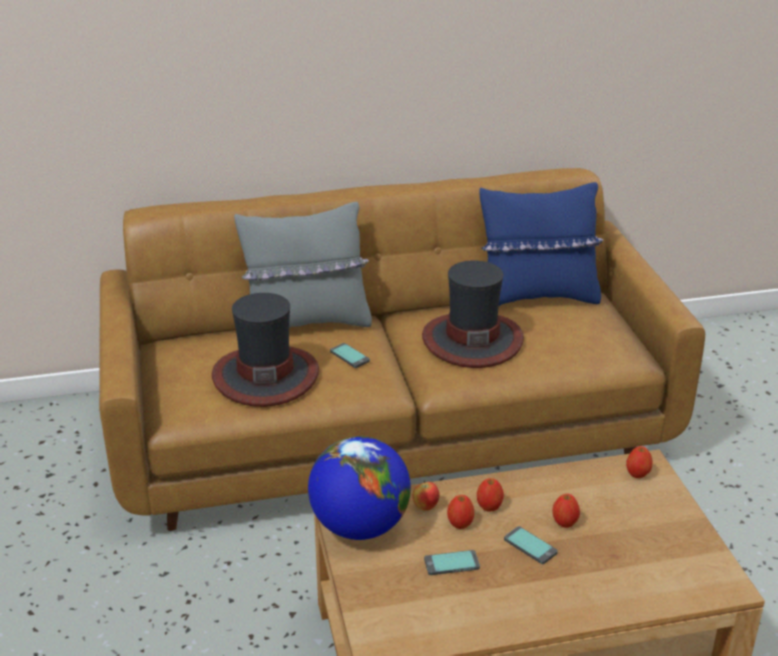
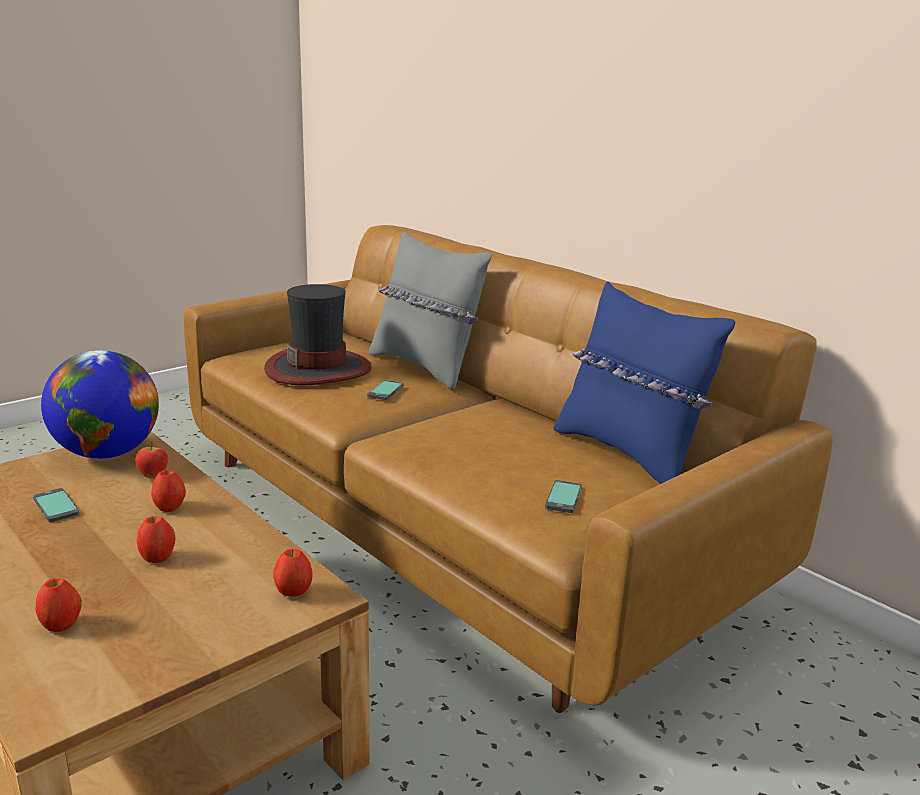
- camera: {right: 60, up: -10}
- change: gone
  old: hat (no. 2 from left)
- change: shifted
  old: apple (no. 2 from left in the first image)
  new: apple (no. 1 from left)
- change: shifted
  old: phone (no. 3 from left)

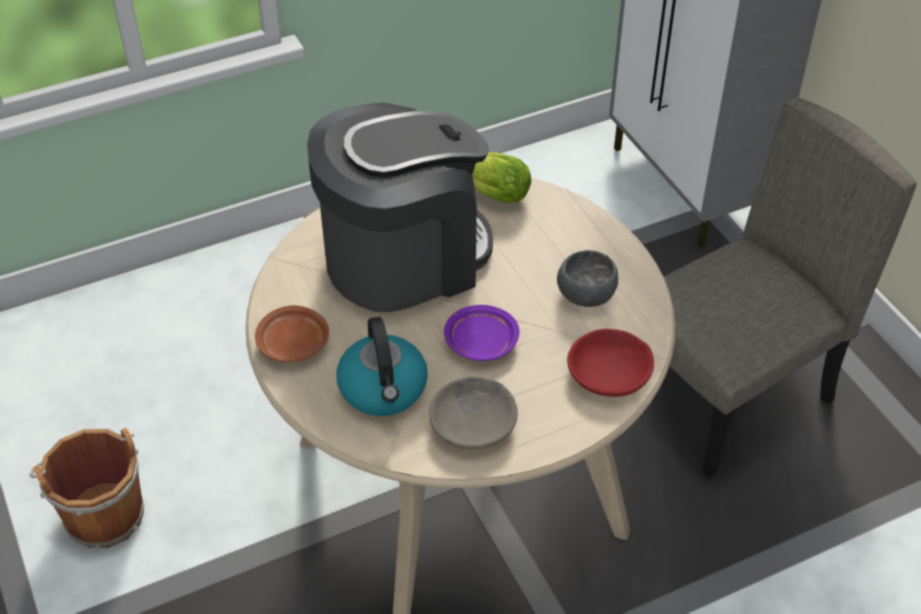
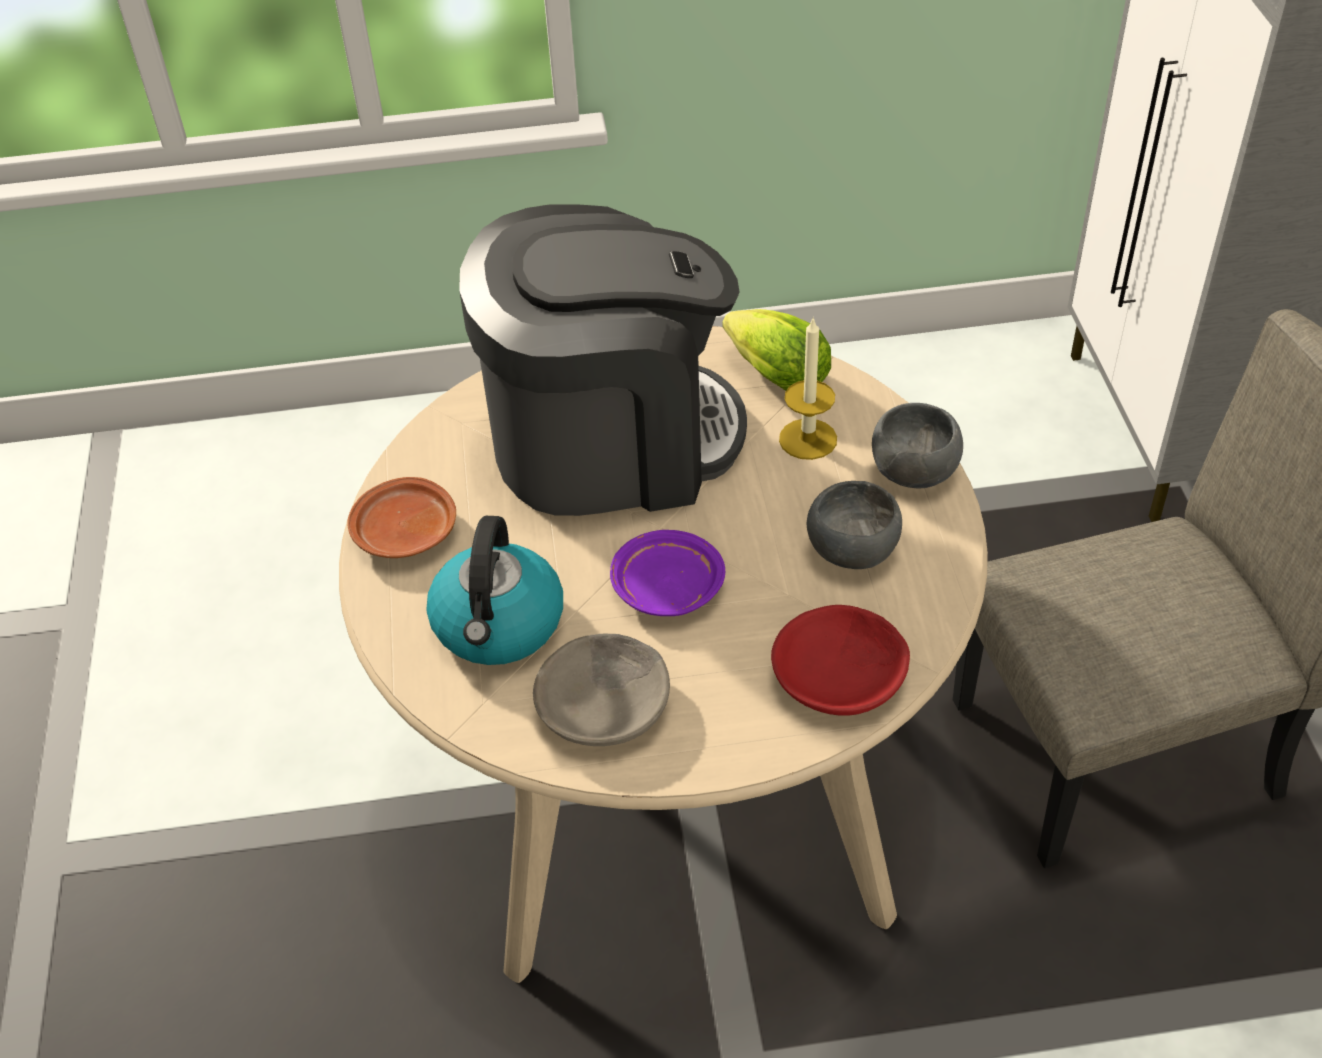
- camera: {right: 20, up: 0}
- change: gone
  old: brown bucket
- change: new
  new: candle
- change: new
  new: grey bowl (no. 3 from left)

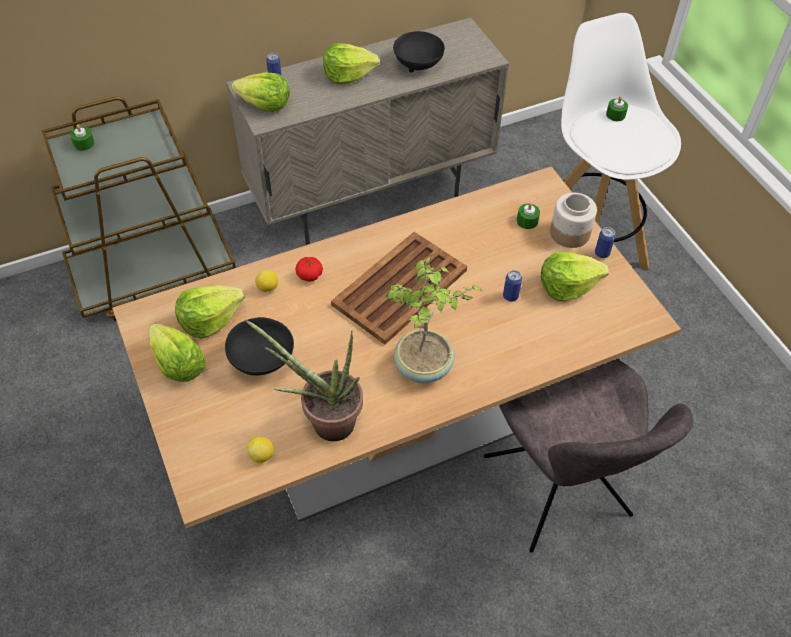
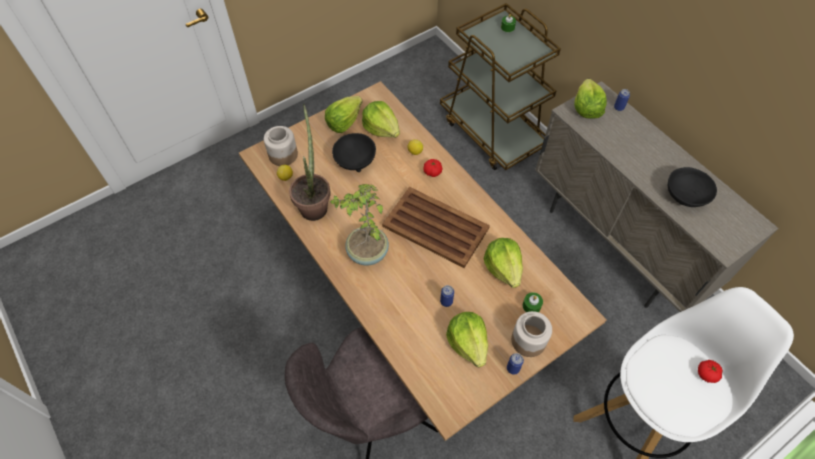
- camera: {right: 80, up: 5}
- change: new
  new: jar (no. 1 from left)
- change: shifted
  old: lettuce (no. 4 from left)
- change: swapped
  old: green candle (no. 3 from left)
  new: tomato (no. 2 from left)

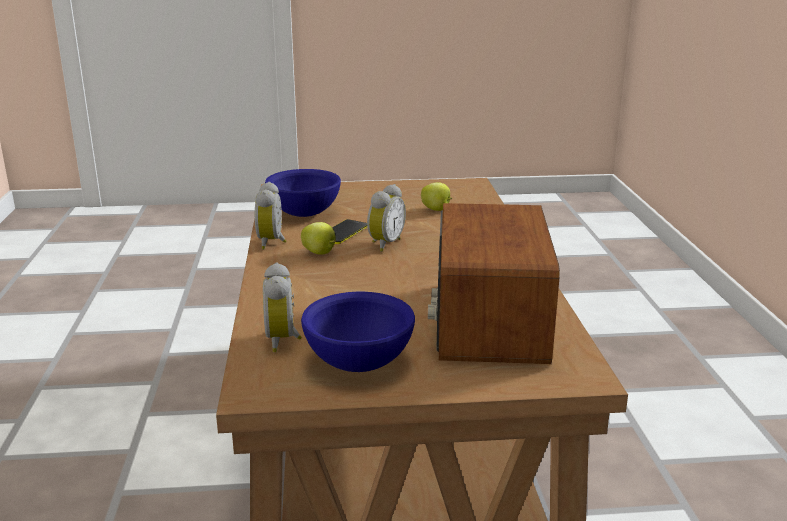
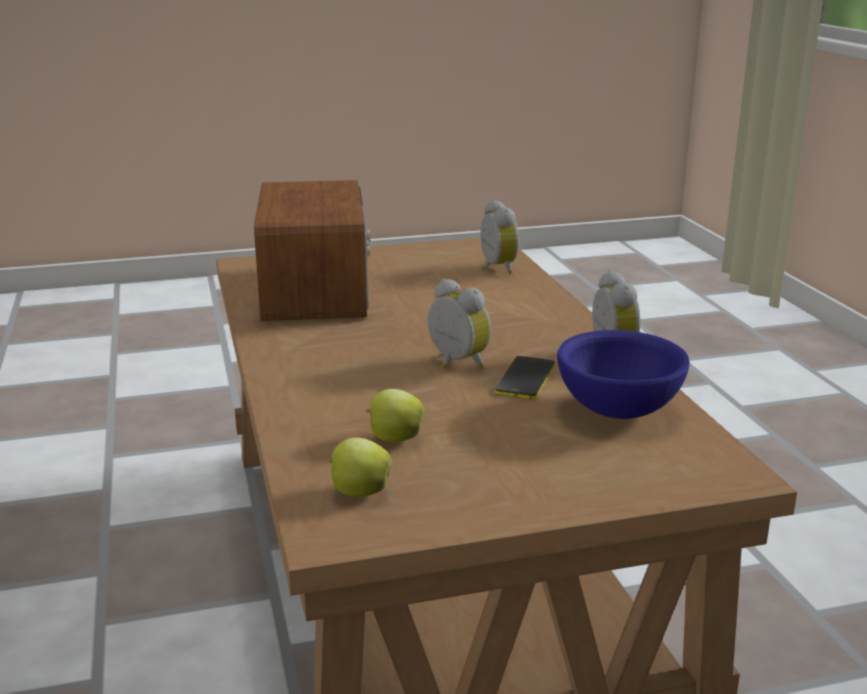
- camera: {right: 170, up: 0}
- change: gone
  old: blue bowl (no. 2 from left)
- change: shifted
  old: apple (no. 1 from left)
- change: rotated
  old: alarm clock (no. 3 from left in the first image)
  degrees: 120

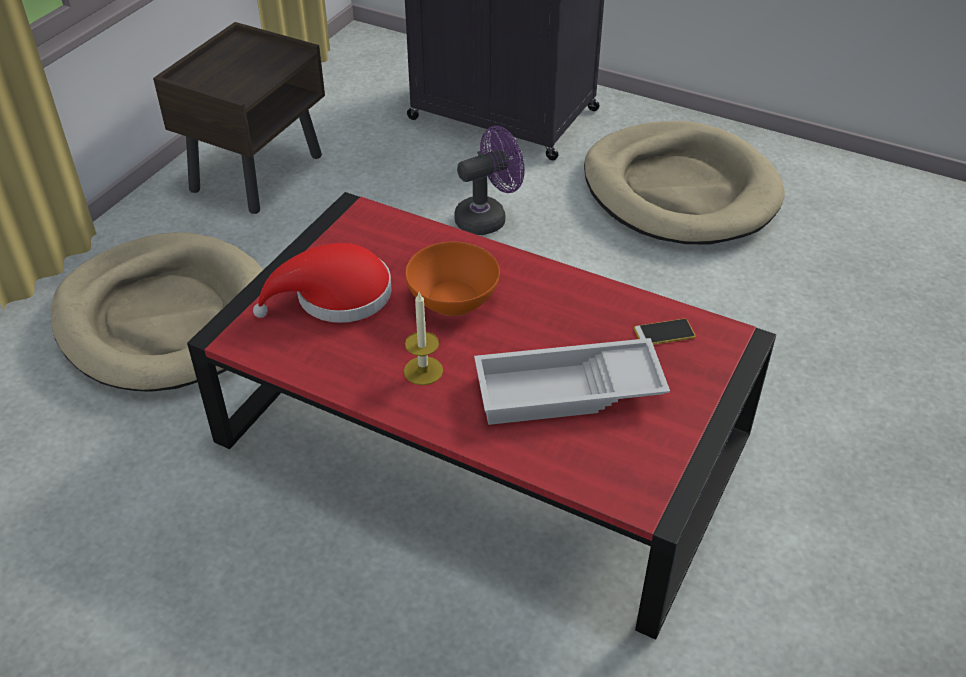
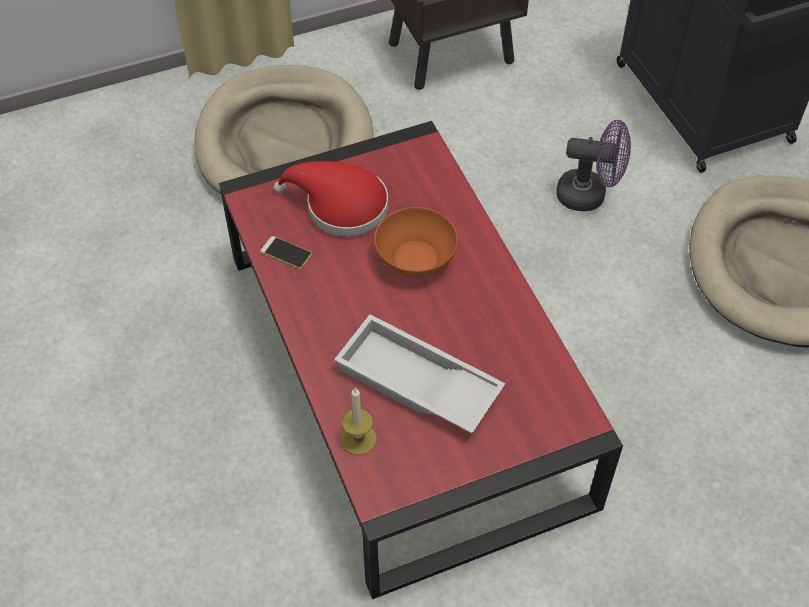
- camera: {right: 40, up: 10}
- change: shifted
  old: candle
- change: shifted
  old: phone

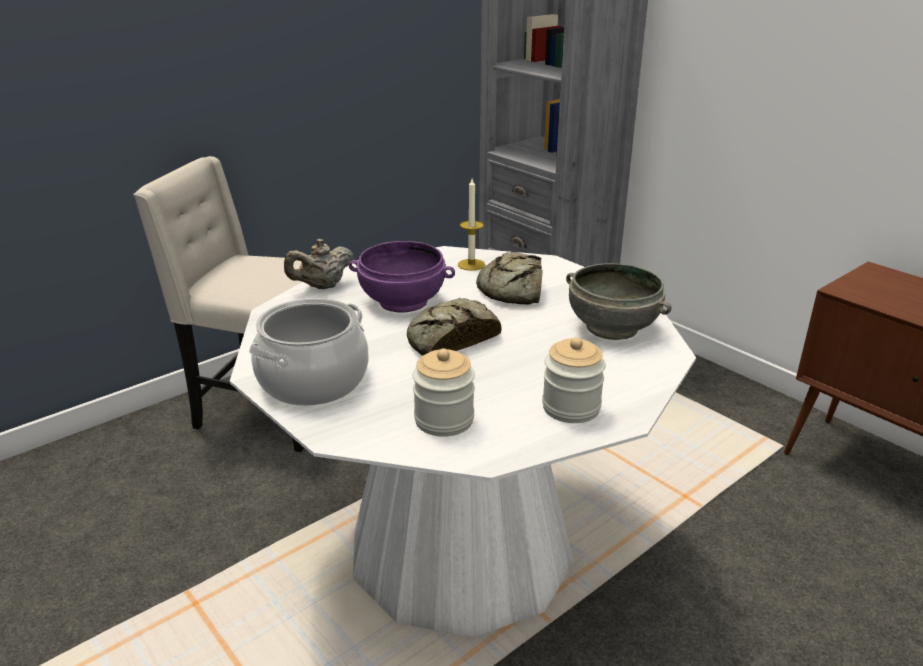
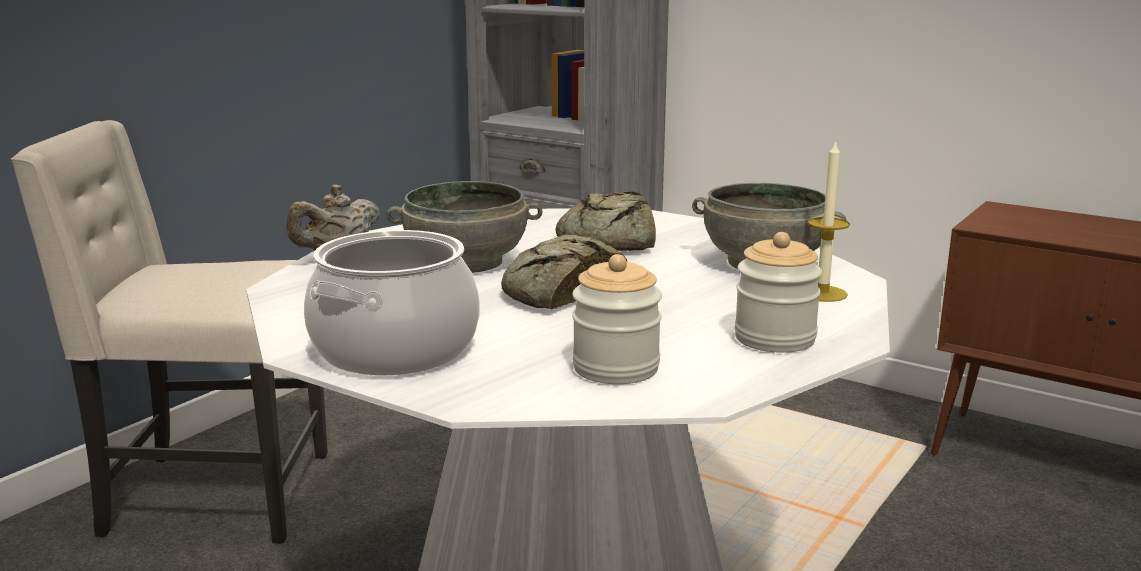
- camera: {right: -15, up: -10}
- change: shifted
  old: candle
- change: repainted
  old: purple bowl
  new: grey bowl (no. 1 from left)

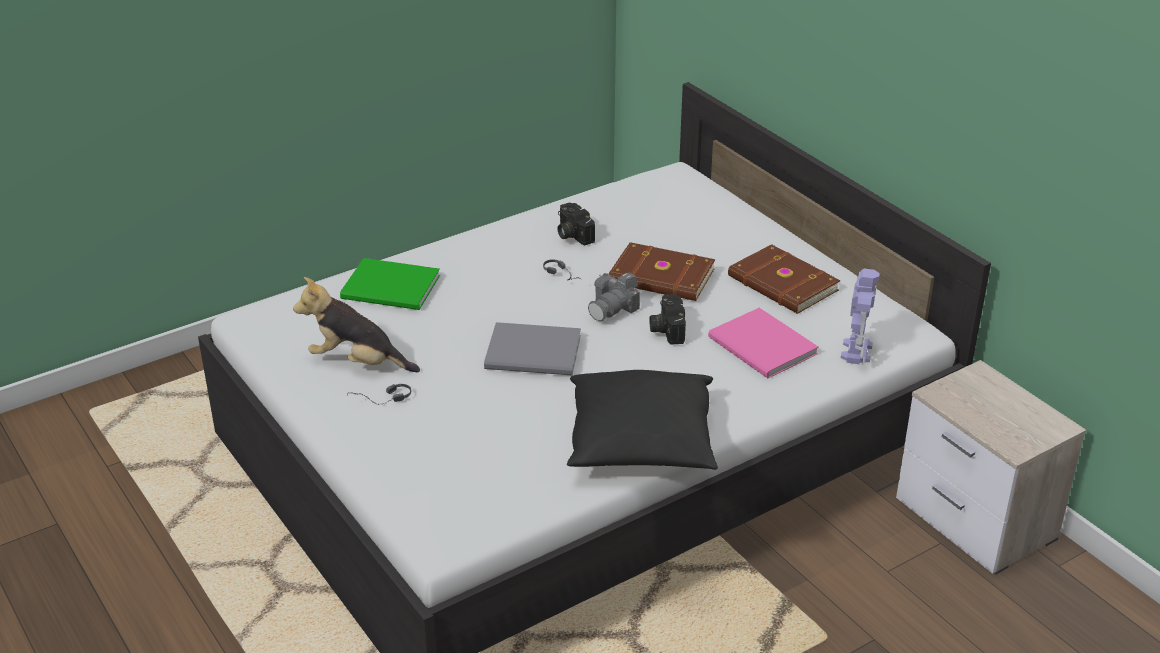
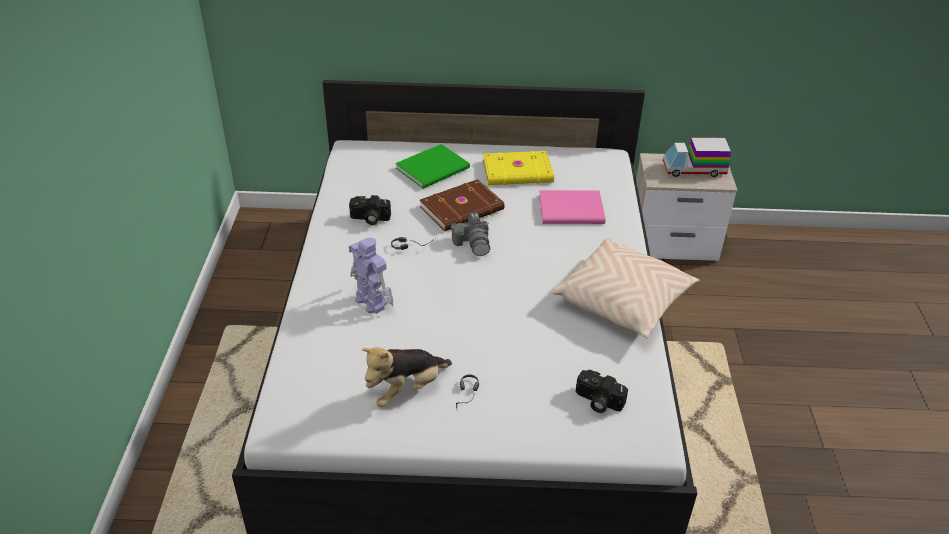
- camera: {right: -55, up: 5}
- change: gone
  old: grey book
- change: new
  new: toy truck
- change: shifted
  old: green book
- change: shifted
  old: photo camera (no. 3 from left)
- change: shifted
  old: toy robot
- change: repainted
  old: black pillow
  new: beige pillow
- change: repainted
  old: brown book (no. 2 from left)
  new: yellow book

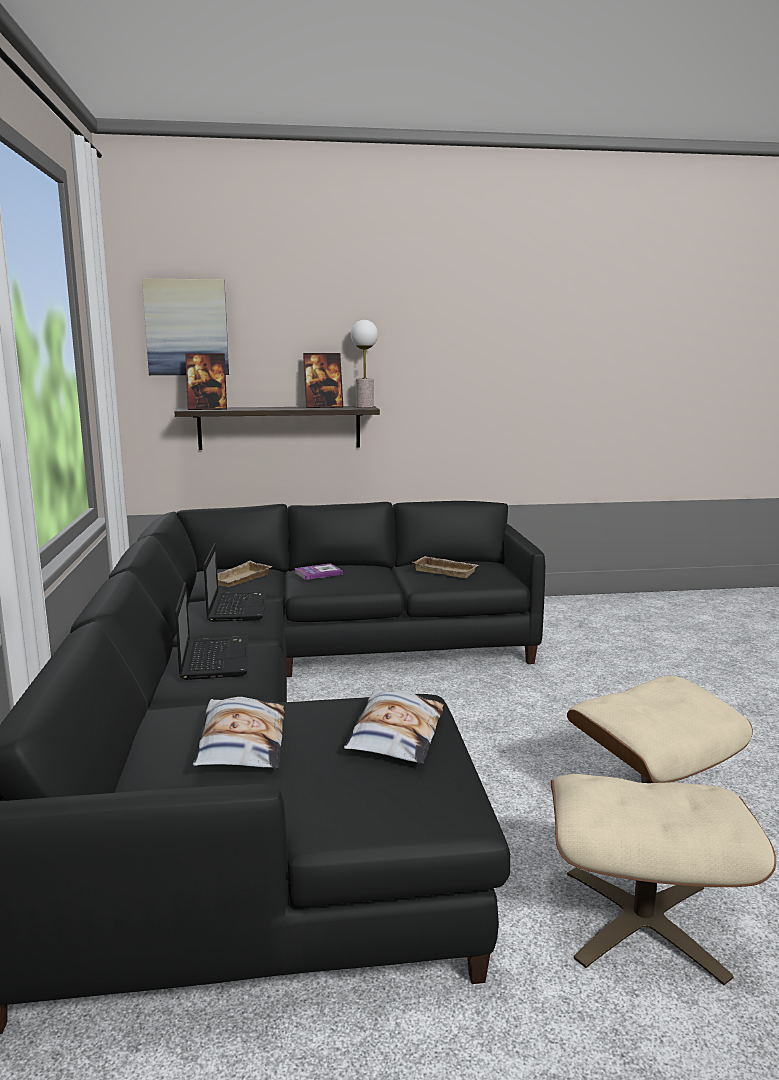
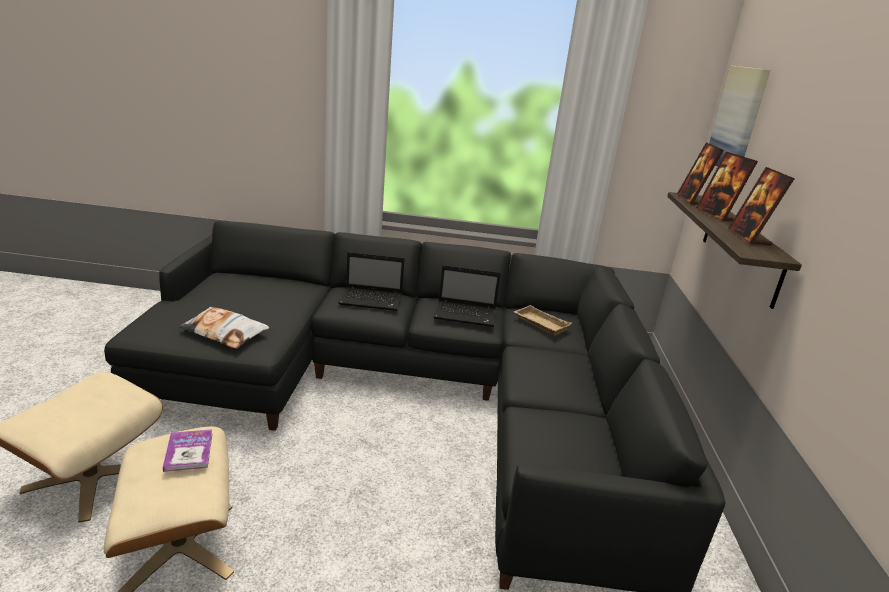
- camera: {right: 100, up: 10}
- change: gone
  old: pillow (no. 1 from left)
- change: gone
  old: table lamp
- change: gone
  old: beige tray (no. 2 from left)
- change: new
  new: picture frame (no. 2 from left)
- change: shifted
  old: book

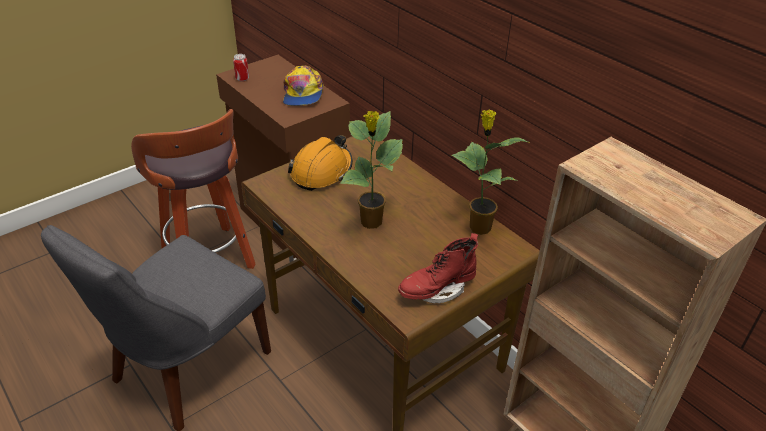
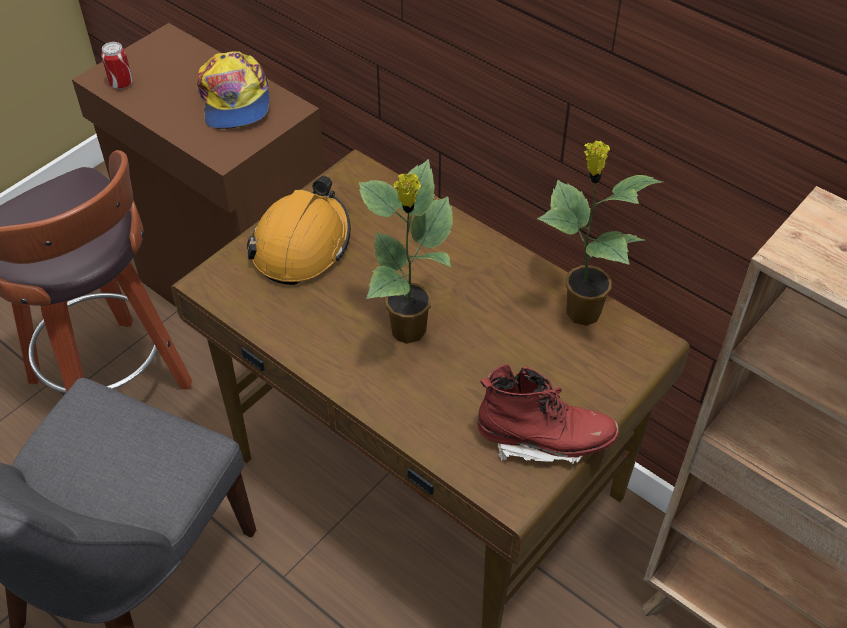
- camera: {right: -10, up: 10}
- change: rotated
  old: red boot
  degrees: -135

